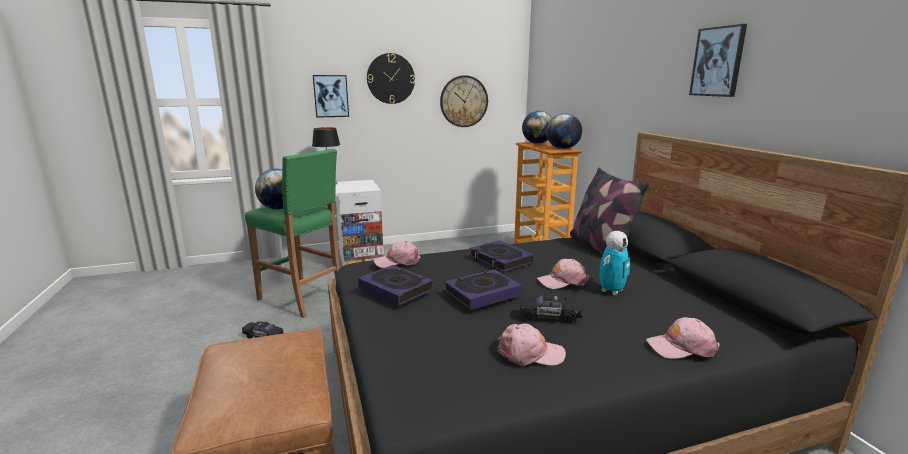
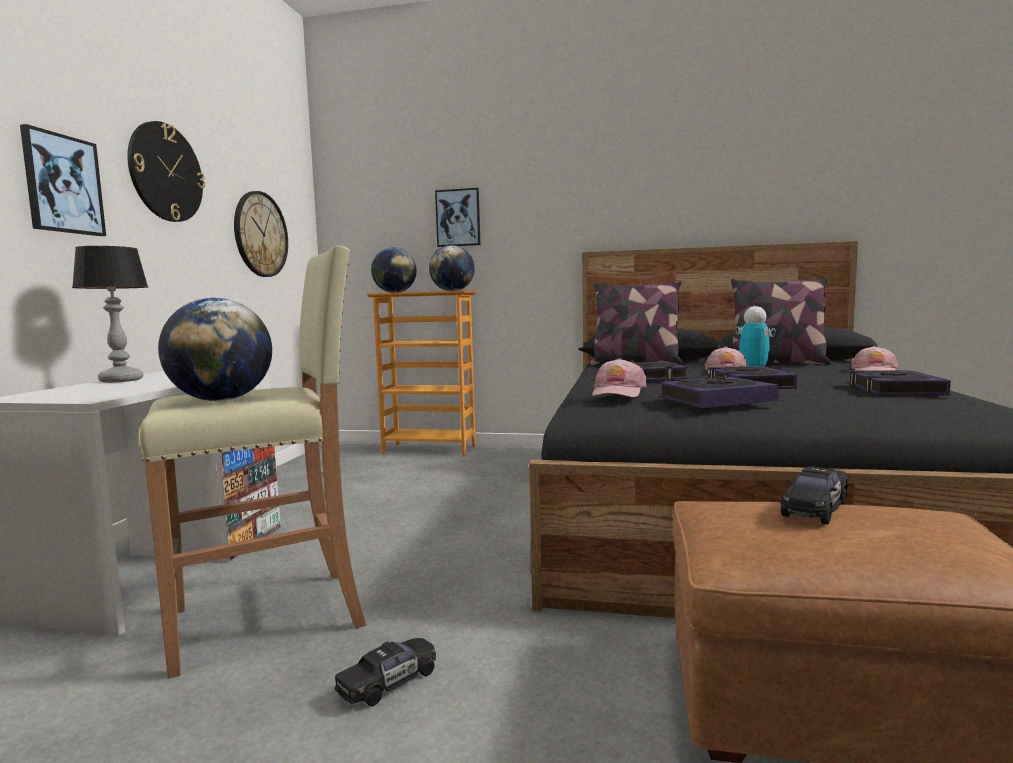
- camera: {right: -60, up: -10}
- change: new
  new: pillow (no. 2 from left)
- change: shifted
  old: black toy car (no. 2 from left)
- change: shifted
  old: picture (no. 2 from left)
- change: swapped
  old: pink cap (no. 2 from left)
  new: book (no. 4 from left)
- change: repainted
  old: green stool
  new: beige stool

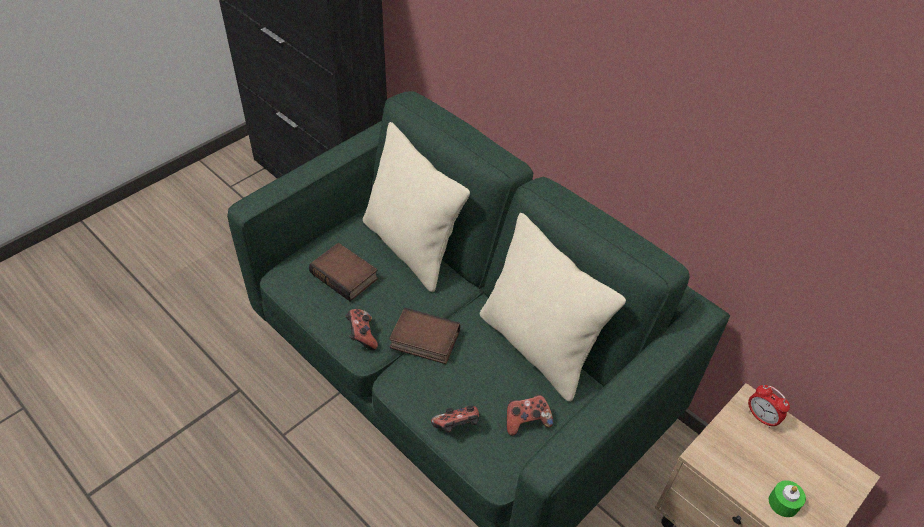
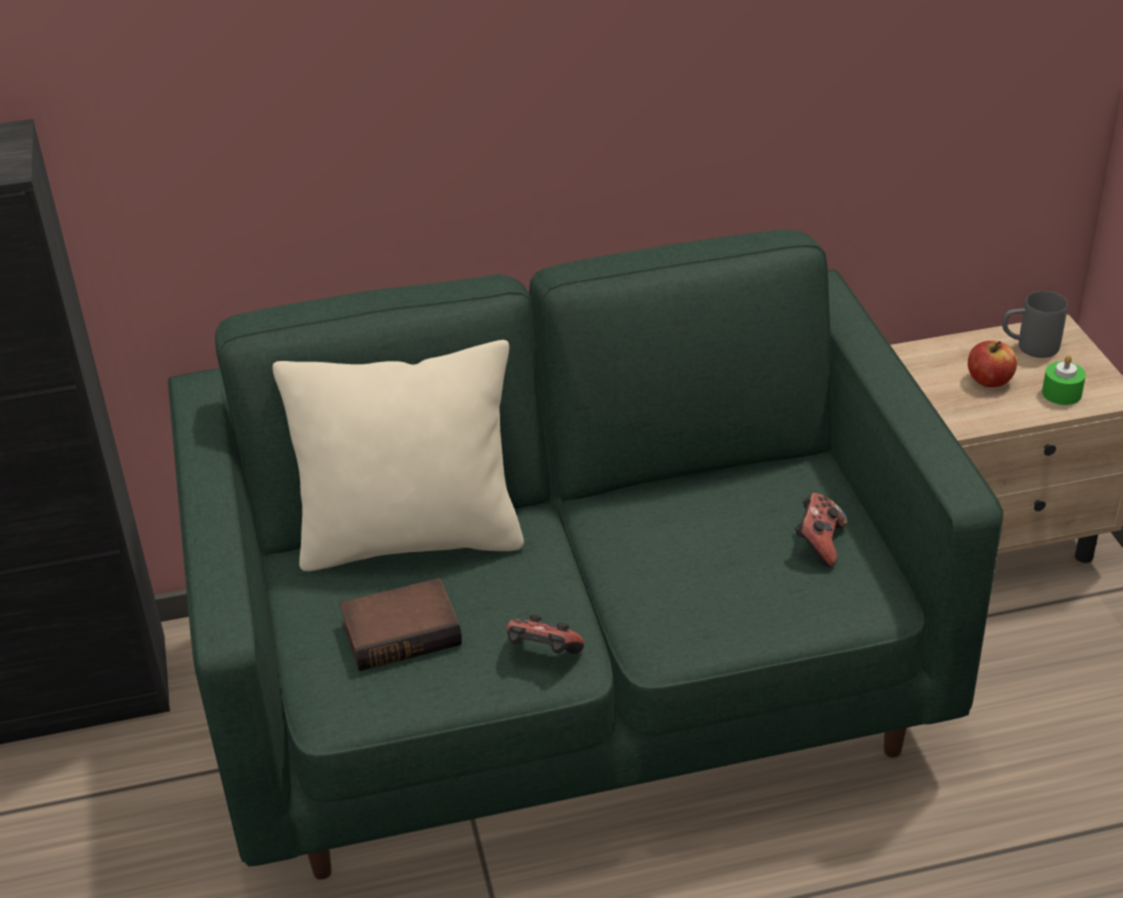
- camera: {right: -55, up: -10}
- change: gone
  old: book (no. 2 from left)
- change: gone
  old: game controller (no. 2 from left)
- change: gone
  old: beige pillow (no. 2 from left)
- change: gone
  old: alarm clock
- change: new
  new: apple
- change: new
  new: grey mug

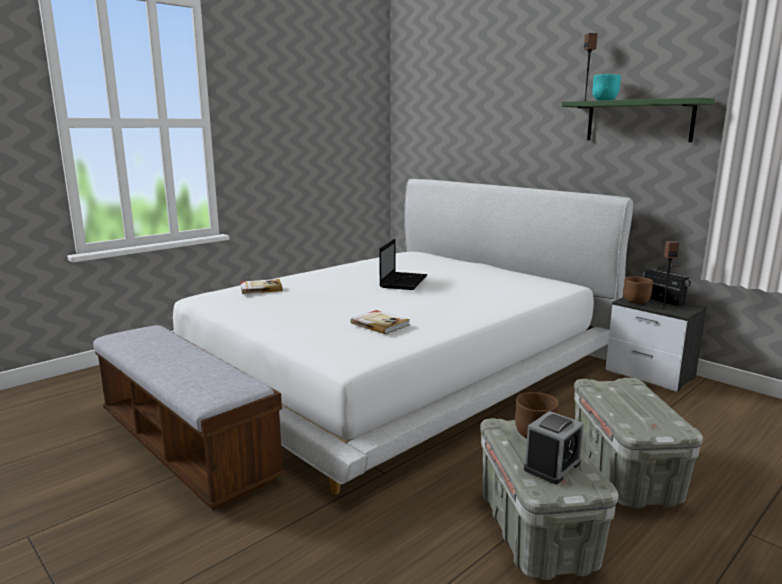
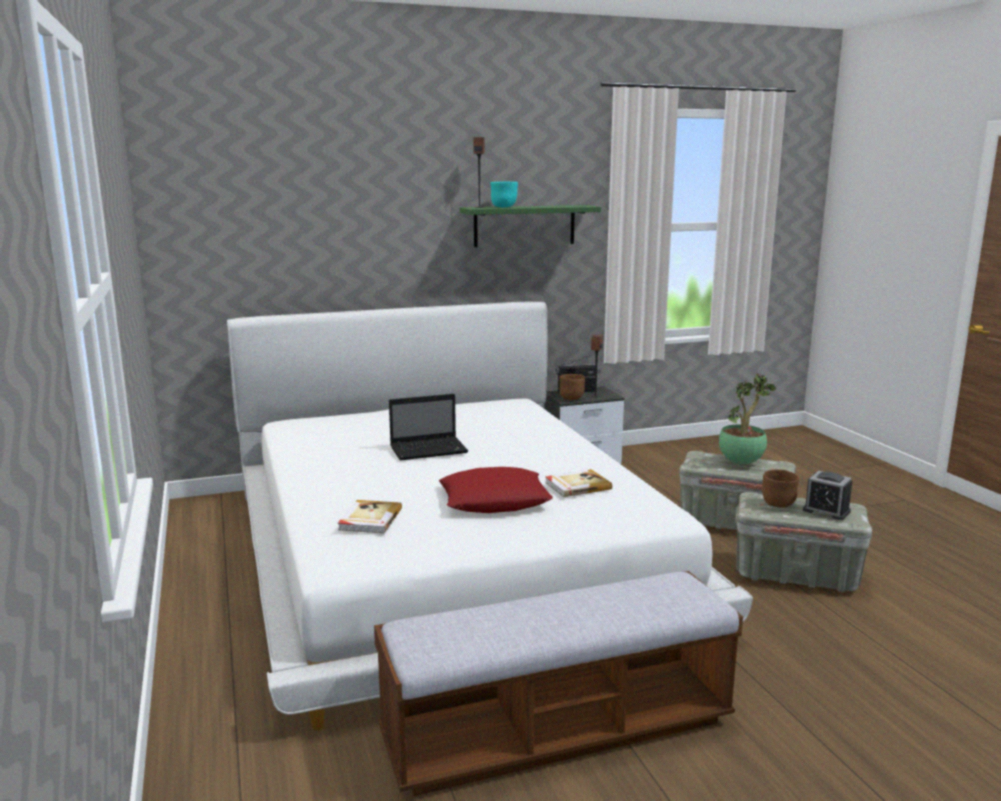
- camera: {right: -65, up: 0}
- change: new
  new: red pillow
- change: new
  new: potted plant
- change: rotated
  old: laptop
  degrees: 120
- change: rotated
  old: alarm clock
  degrees: 150

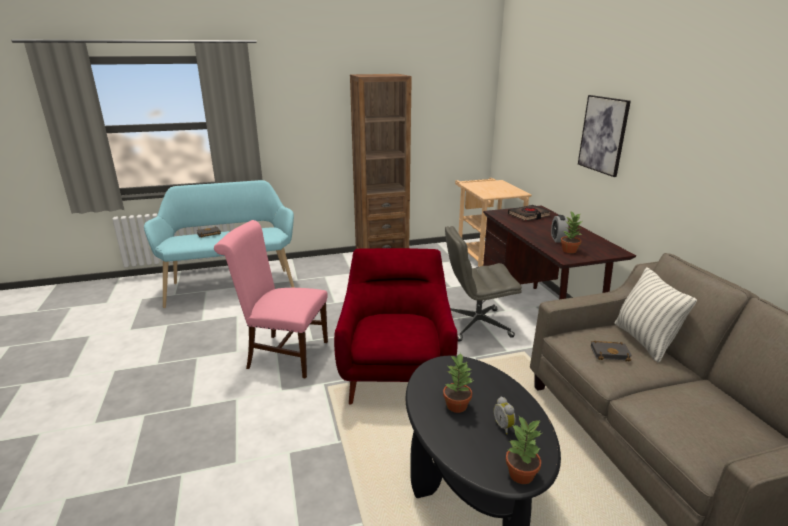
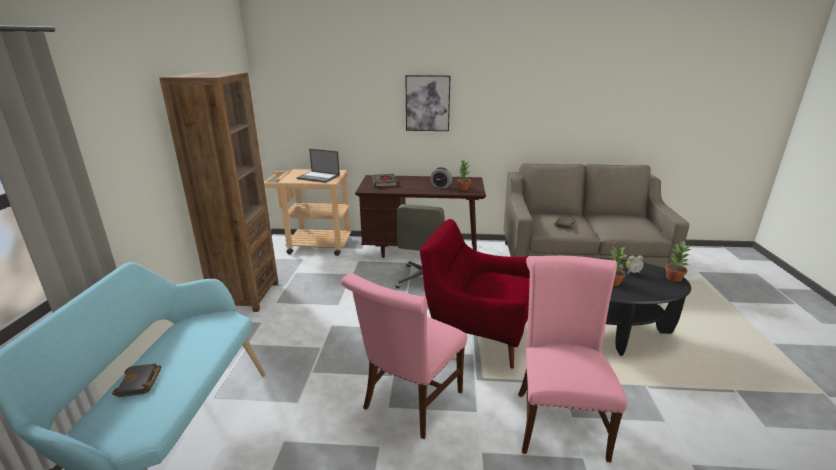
- camera: {right: -70, up: 0}
- change: gone
  old: pillow
- change: new
  new: laptop
- change: new
  new: pink chair (no. 2 from left)

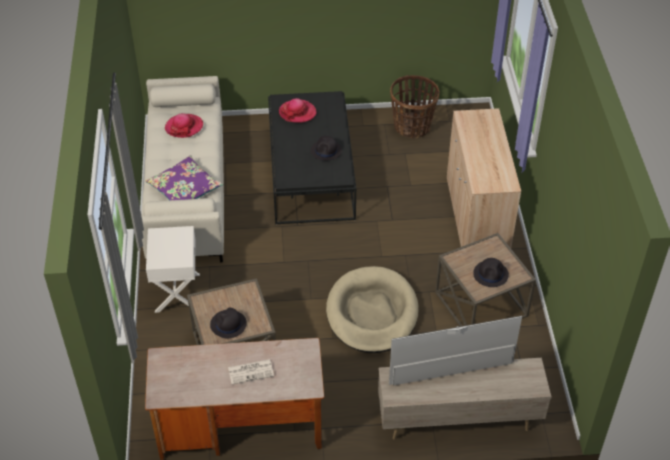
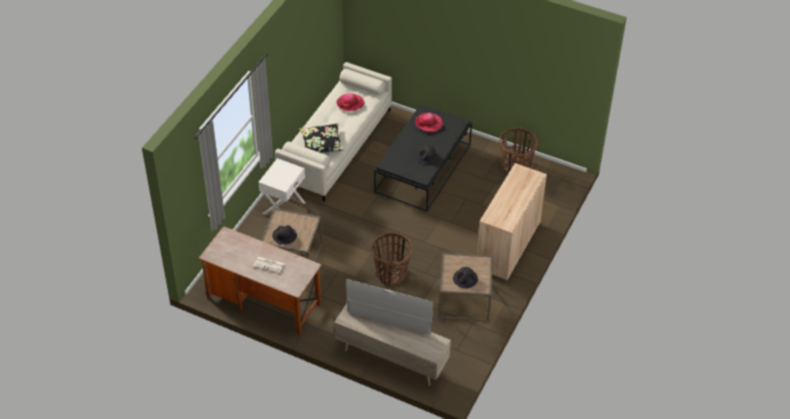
- camera: {right: 30, up: 0}
- change: swapped
  old: beige dog bed
  new: basket (no. 1 from left)
- change: repainted
  old: purple pillow
  new: black pillow

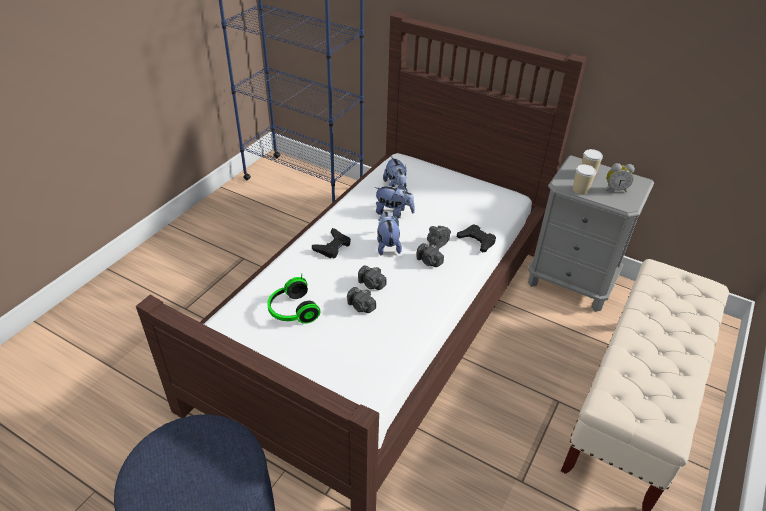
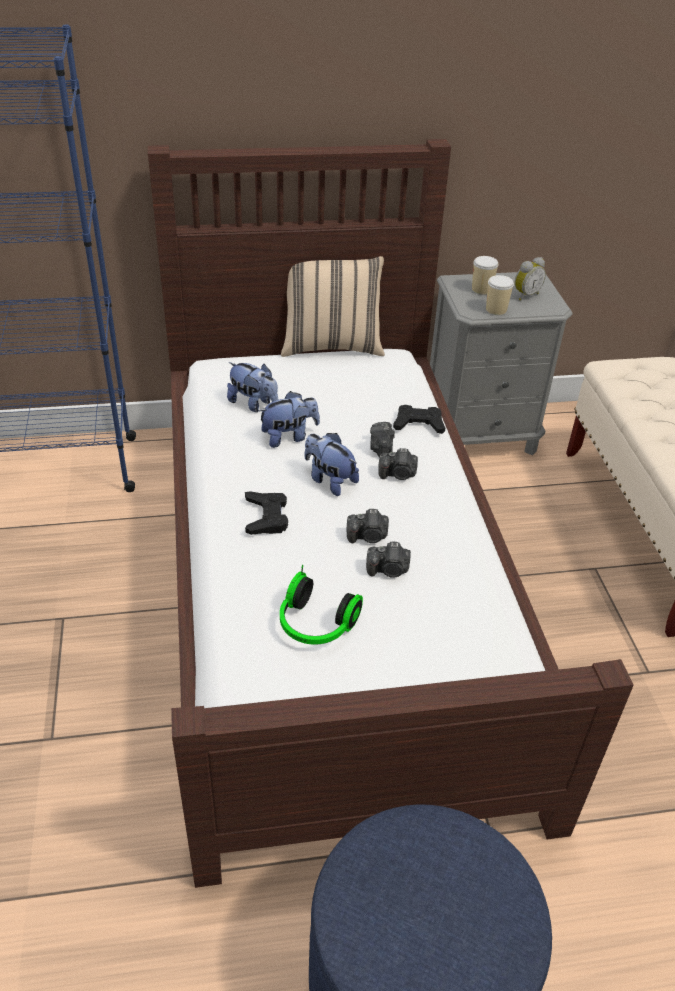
- camera: {right: -40, up: 0}
- change: new
  new: beige pillow

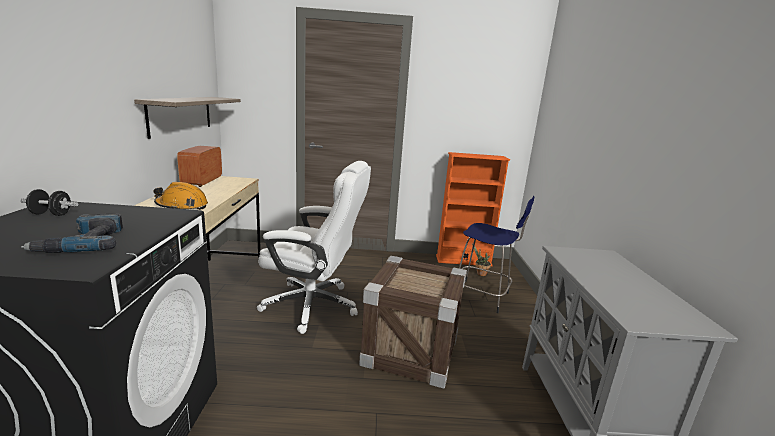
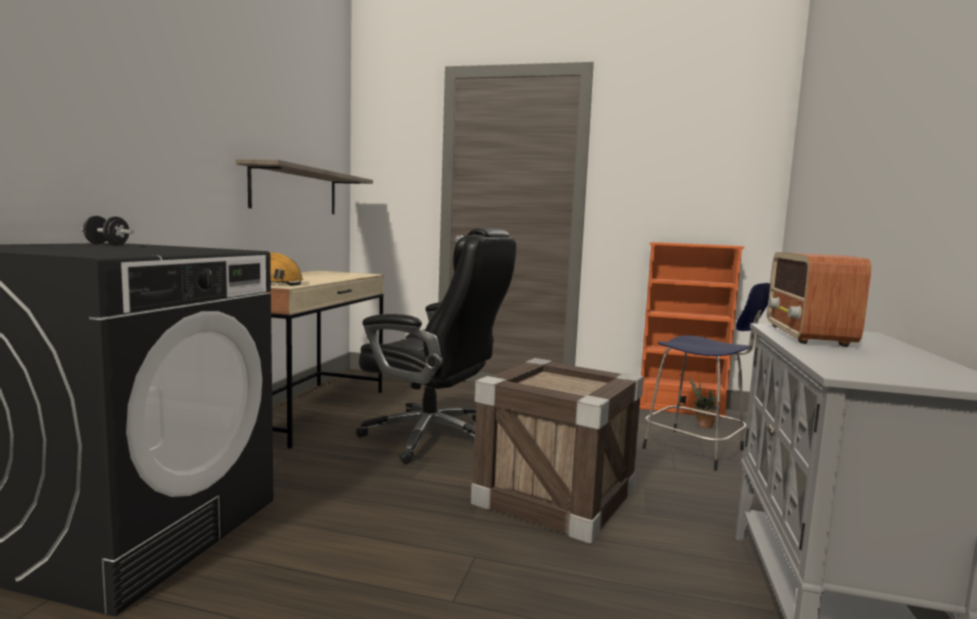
- camera: {right: 15, up: -10}
- change: gone
  old: power drill
- change: shifted
  old: radio
- change: repainted
  old: white office chair
  new: black office chair

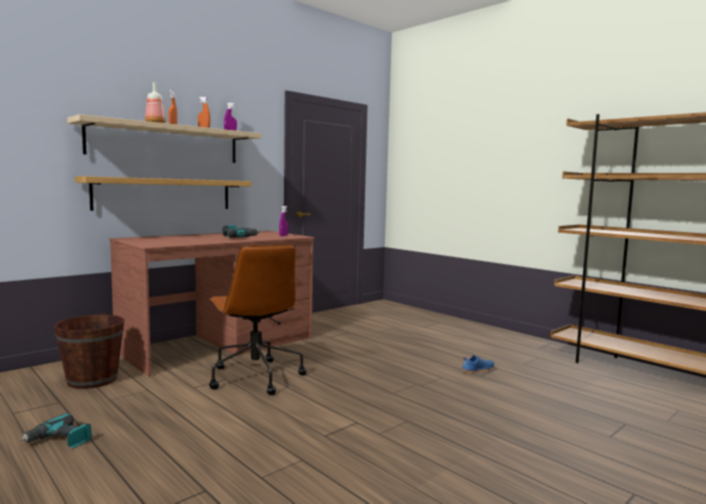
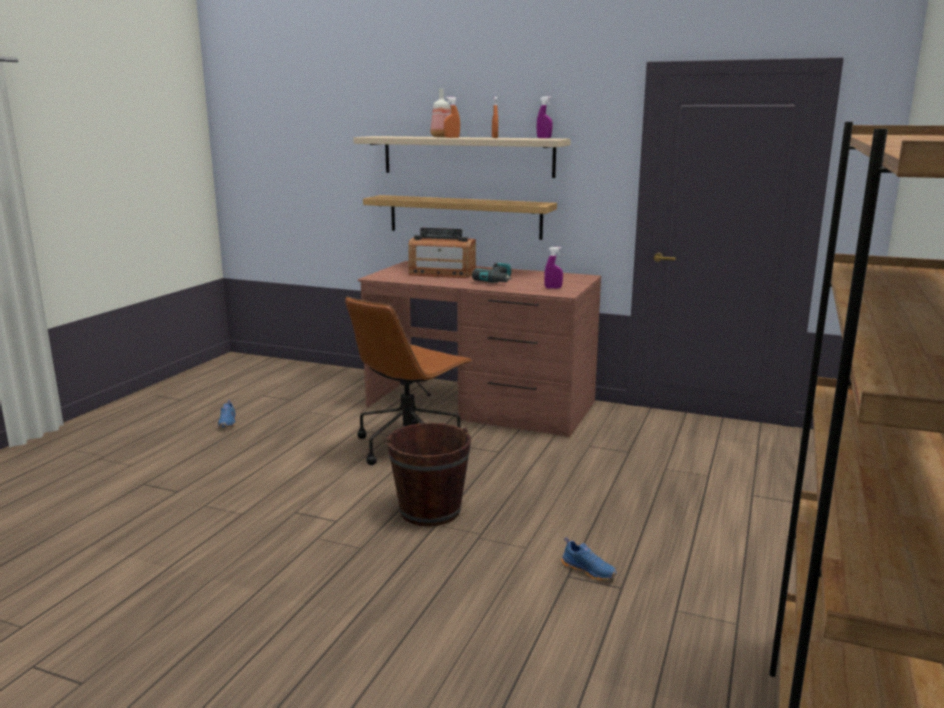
- camera: {right: 65, up: 10}
- change: new
  new: radio
- change: shifted
  old: brown bucket
- change: swapped
  old: power drill (no. 1 from left)
  new: blue shoe (no. 1 from left)

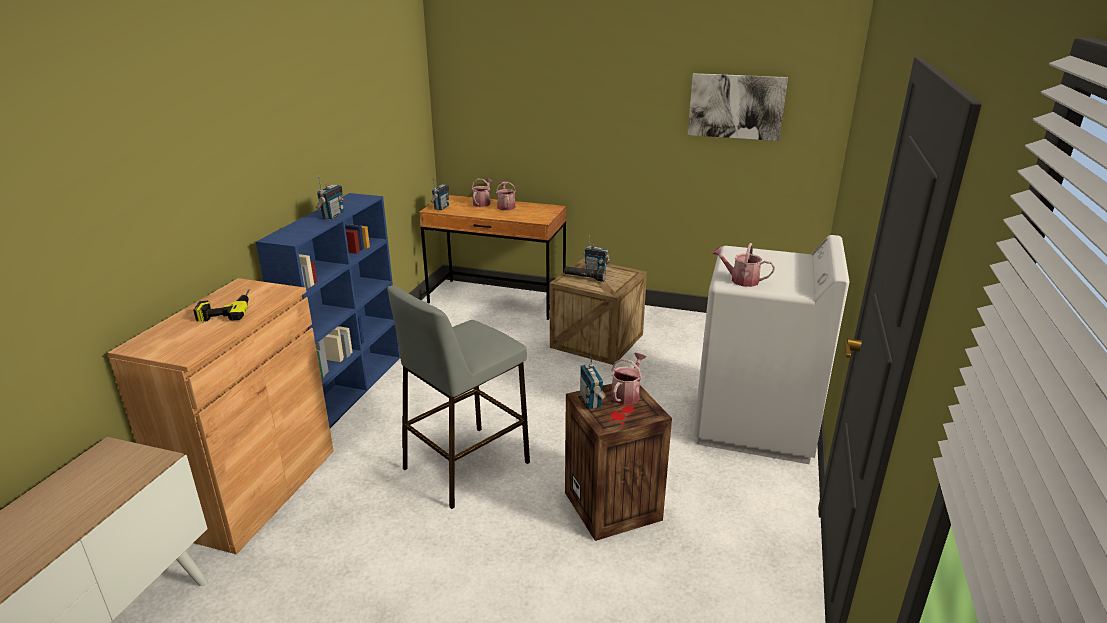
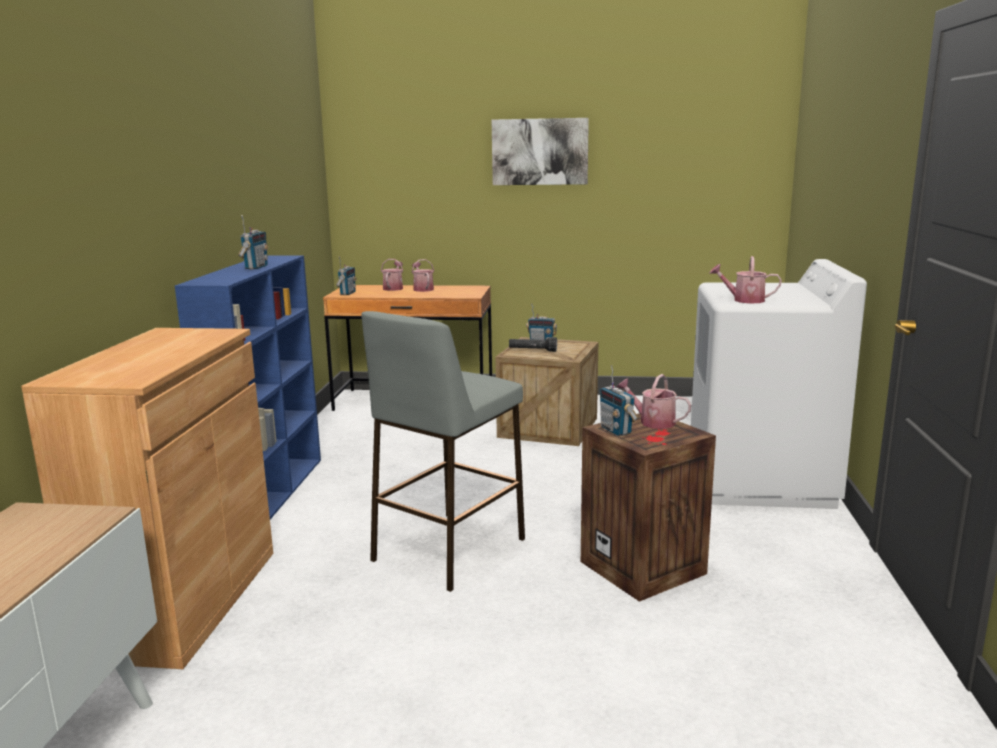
- camera: {right: -10, up: -10}
- change: gone
  old: power drill
- change: shifted
  old: picture
- change: rotated
  old: watering can (no. 3 from left)
  degrees: -75

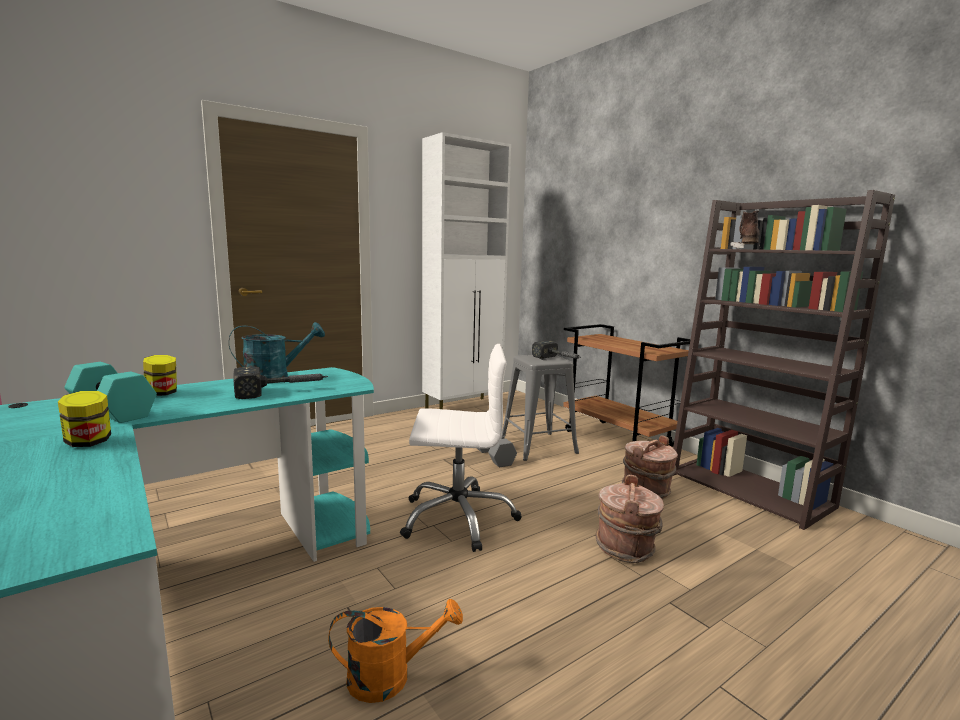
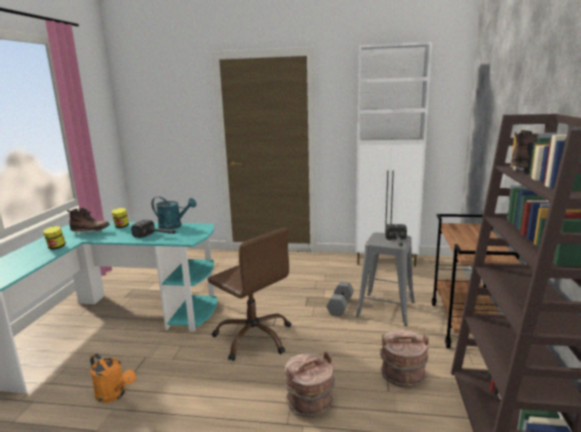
- camera: {right: 45, up: 5}
- change: swapped
  old: turquoise dumbbell
  new: brown boot (no. 1 from left)
- change: repainted
  old: white office chair
  new: brown office chair

